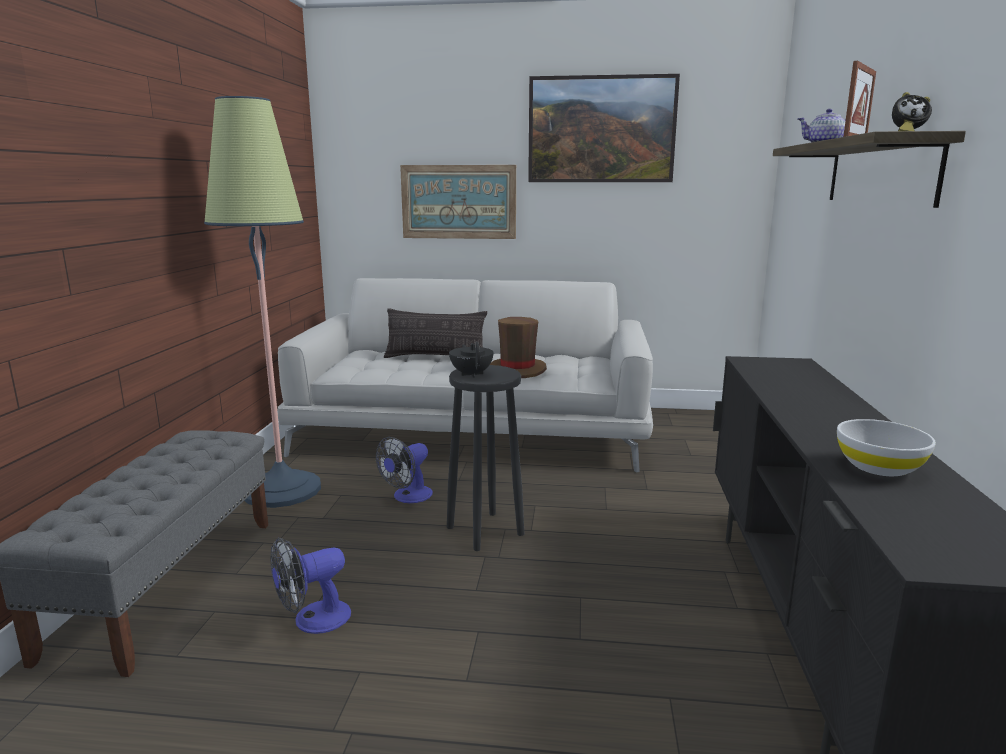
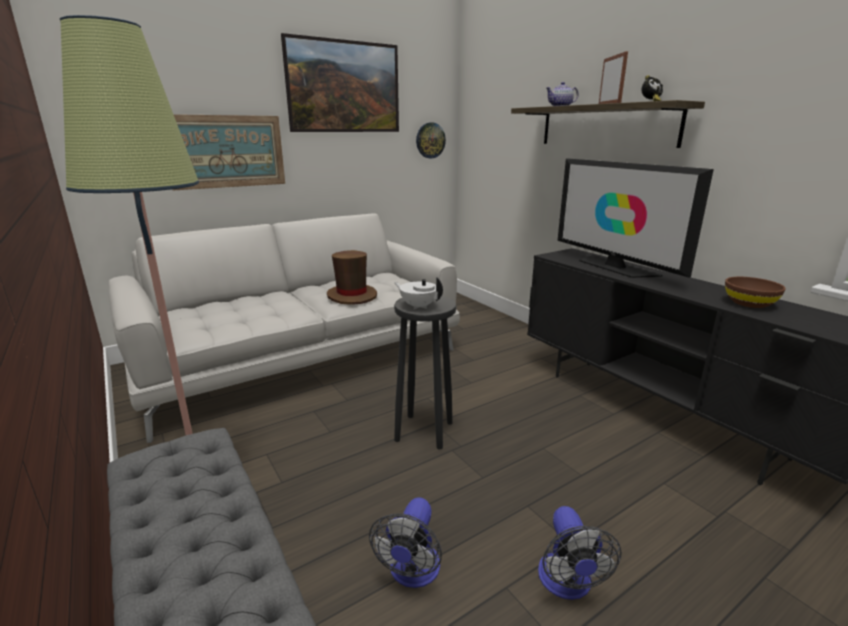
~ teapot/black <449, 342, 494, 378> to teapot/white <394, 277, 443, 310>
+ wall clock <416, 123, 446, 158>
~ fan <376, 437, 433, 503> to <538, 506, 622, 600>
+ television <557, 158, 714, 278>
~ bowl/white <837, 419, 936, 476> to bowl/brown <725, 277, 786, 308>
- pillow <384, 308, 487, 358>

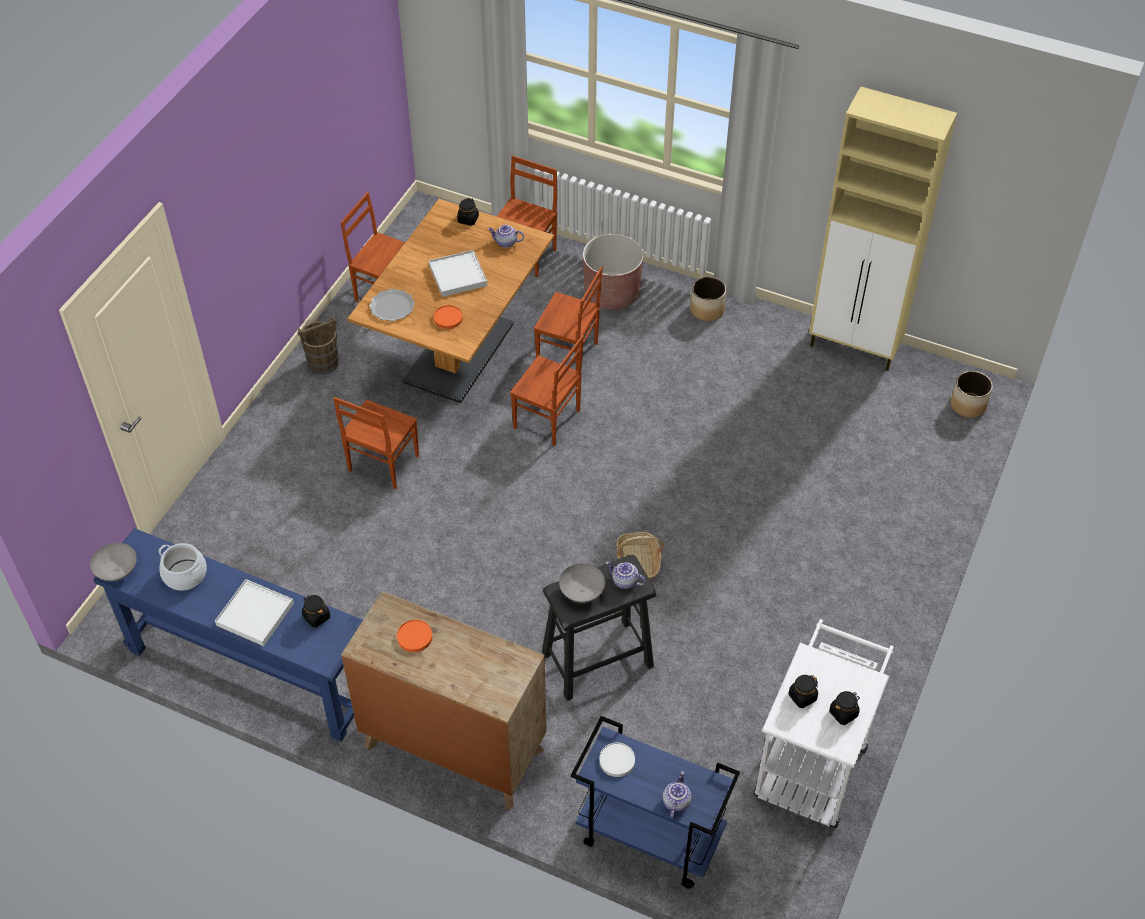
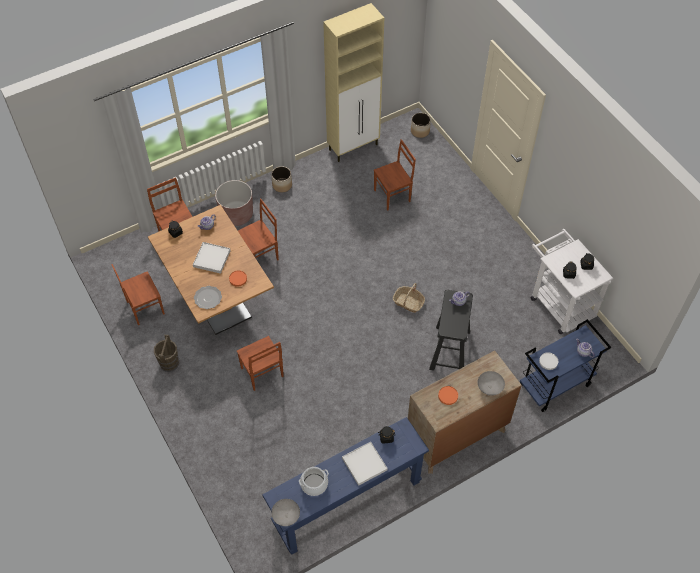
~ chair/brown <510, 335, 584, 446> to <374, 139, 416, 211>
~ bowl/grey <559, 563, 605, 603> to <478, 371, 505, 396>

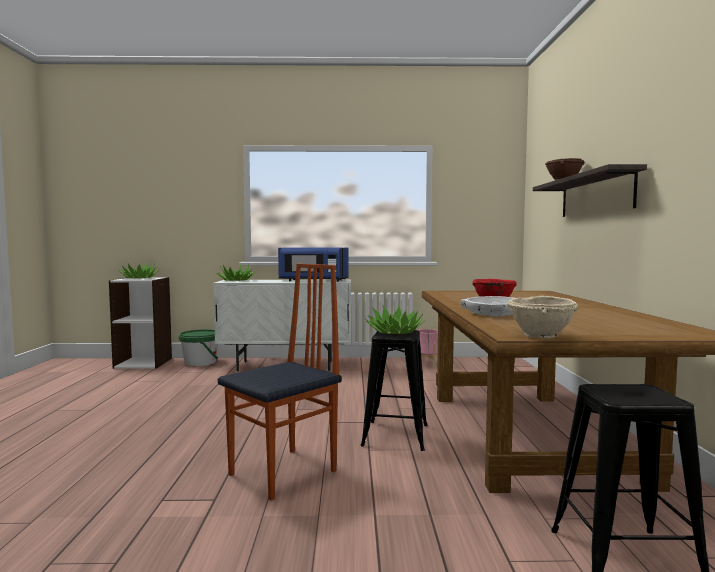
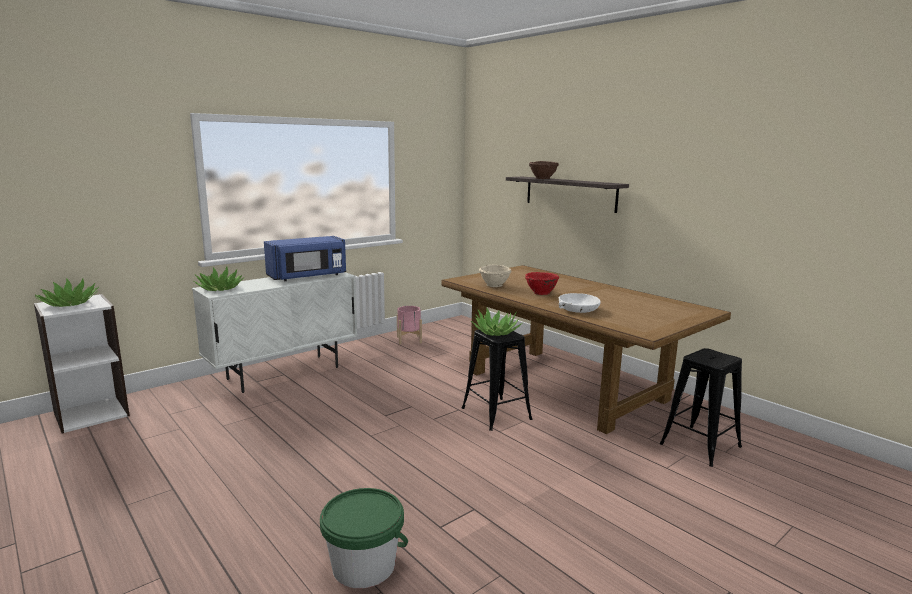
~ bucket/green <179, 329, 218, 367> to <320, 488, 408, 589>
~ bowl/beige <507, 296, 578, 339> to <479, 265, 511, 287>
- chair <218, 263, 342, 501>

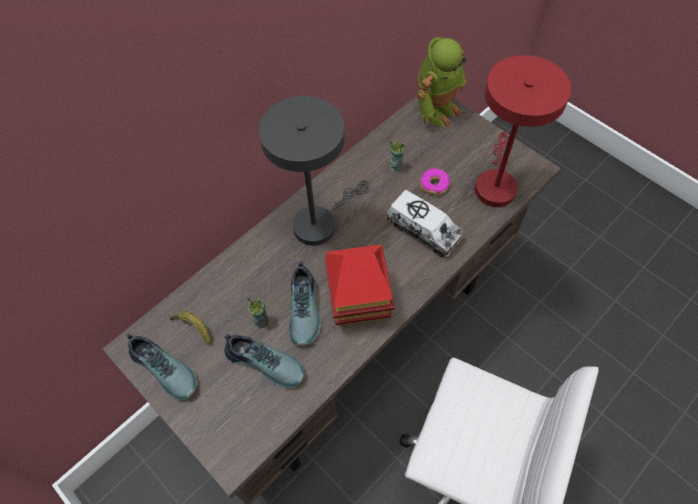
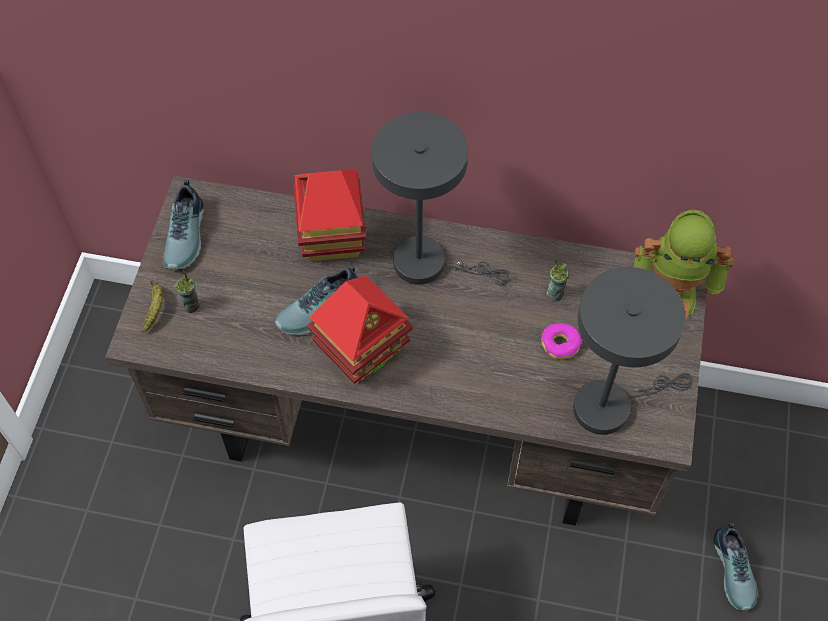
~ banana <170, 311, 210, 344> to <142, 281, 163, 332>
~ cup <247, 297, 269, 328> to <174, 270, 200, 313>
+ toy house <293, 170, 366, 262>
~ table lamp/red <475, 55, 571, 207> to table lamp/grey <573, 267, 694, 435>
~ shoe <224, 334, 304, 388> to <713, 523, 757, 610>
- toy truck <386, 190, 464, 257>

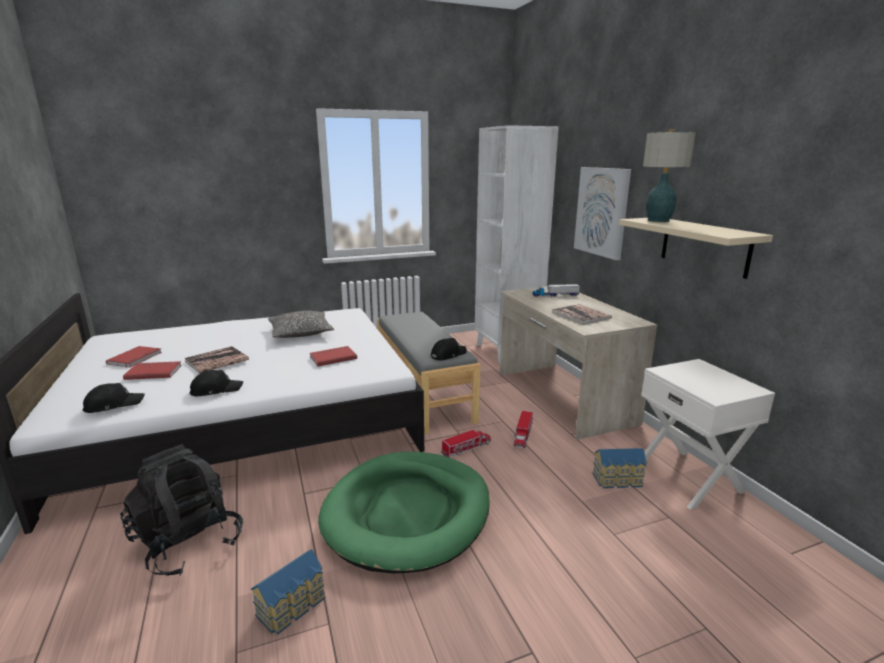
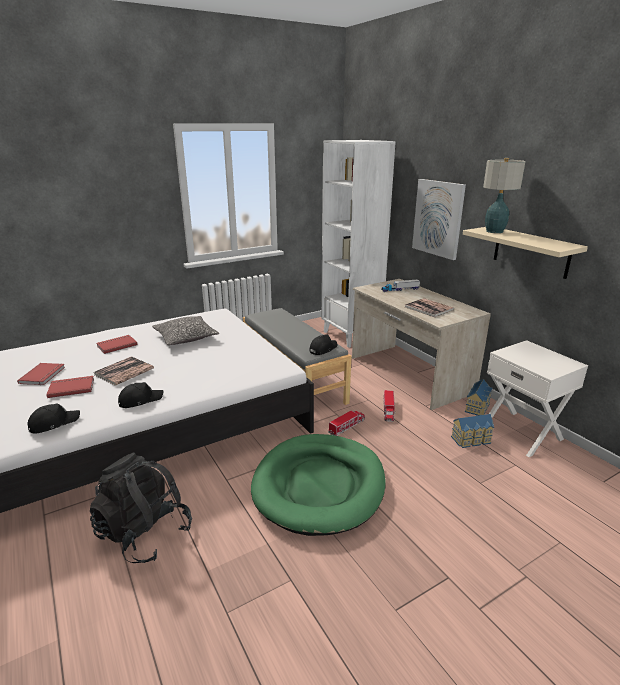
~ book/red <310, 346, 357, 366> to <97, 335, 138, 354>
~ toy house <251, 549, 325, 634> to <465, 379, 493, 416>

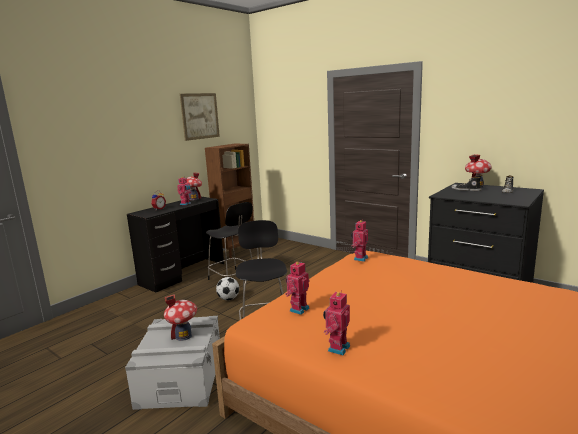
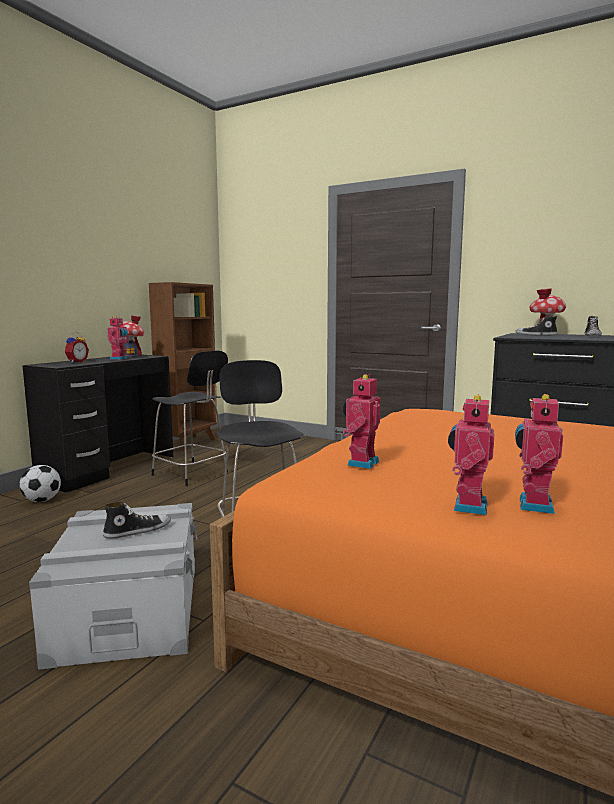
~ football <216, 277, 239, 300> to <19, 465, 61, 502>
~ toy house <164, 294, 197, 341> to shoe <103, 502, 171, 539>
~ toy robot <351, 220, 368, 262> to <515, 394, 563, 514>
- picture <180, 93, 220, 141>

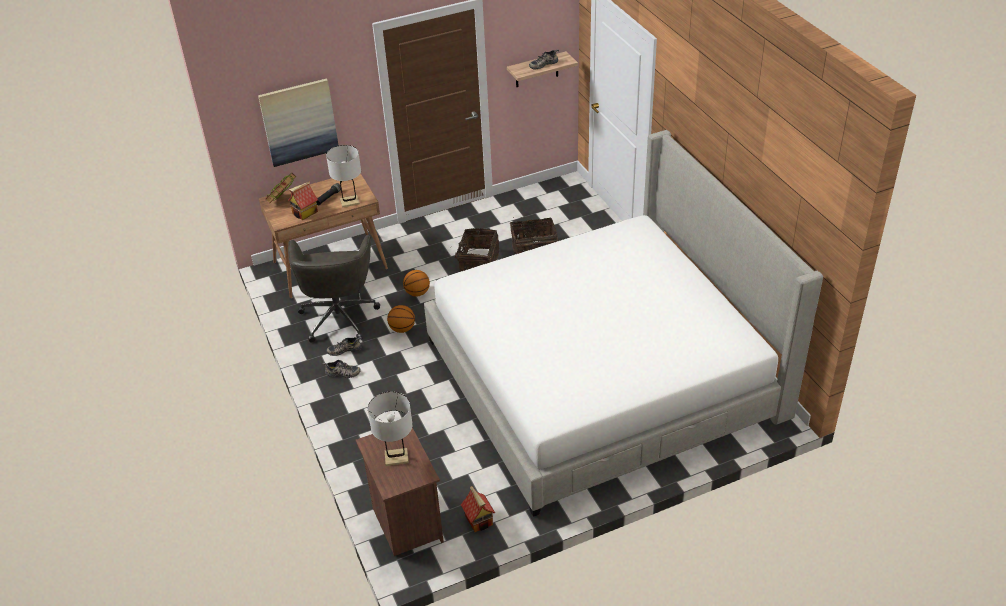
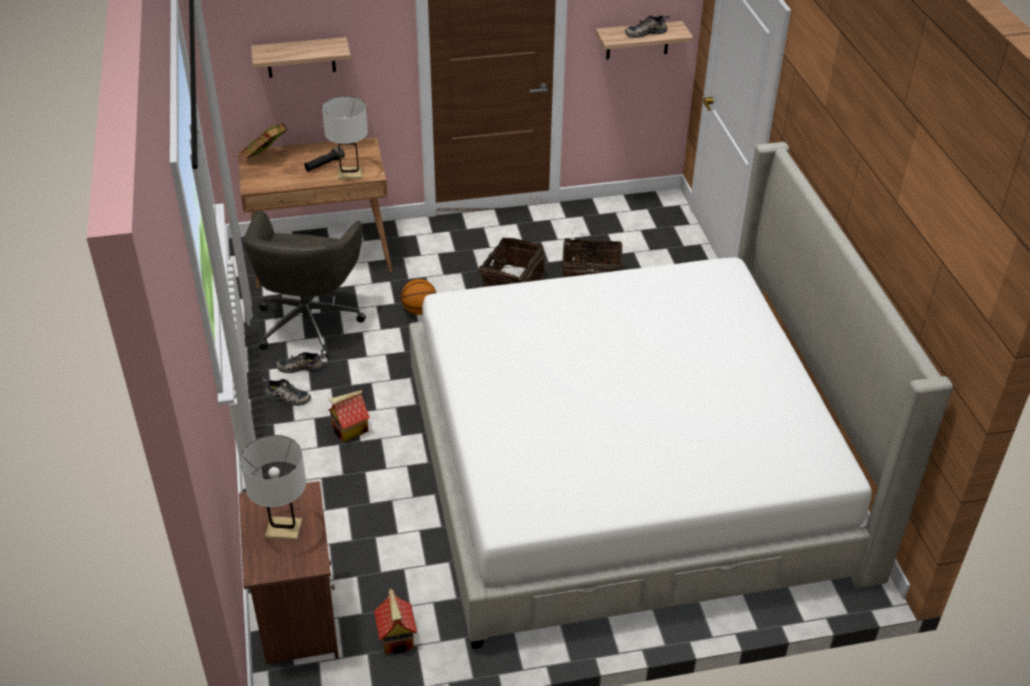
~ picture <258, 79, 339, 167> to shelf <251, 37, 351, 78>
~ toy house <288, 181, 318, 220> to <328, 390, 370, 442>
- basketball <387, 305, 415, 333>

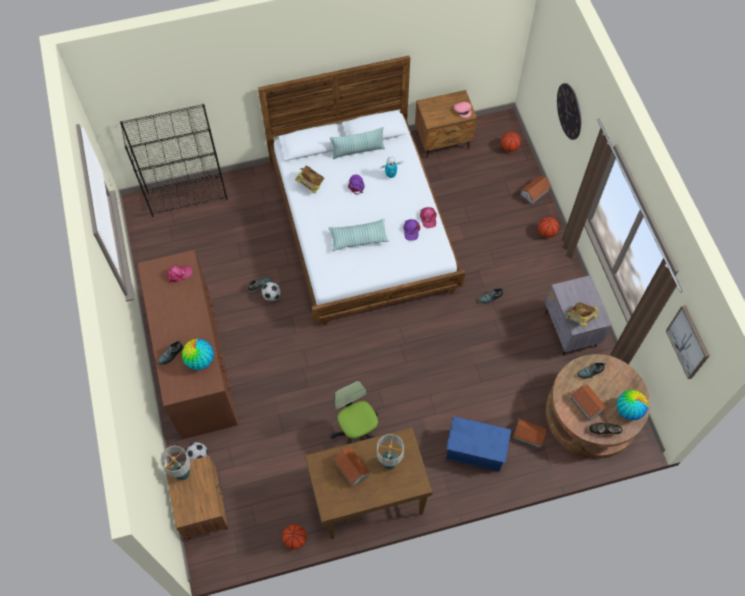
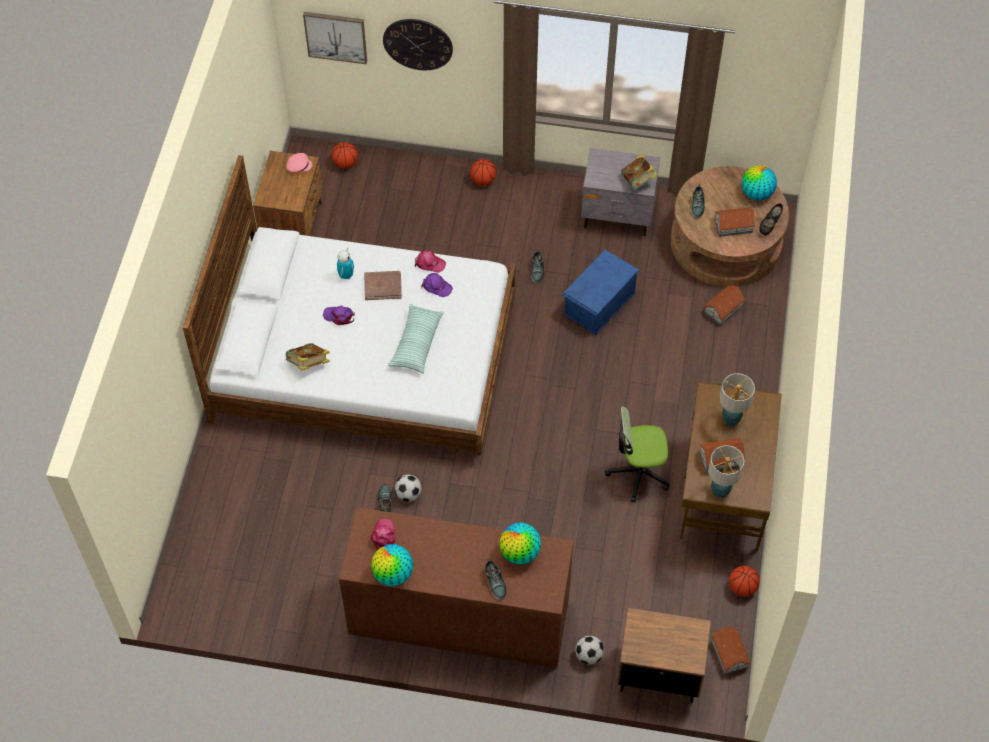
~ picture <666, 305, 710, 379> to <303, 12, 367, 64>
+ book/brown <364, 271, 402, 300>
+ globe <371, 544, 413, 586>
~ storage box/blue <446, 416, 511, 472> to <562, 250, 639, 335>
~ table lamp <160, 446, 191, 480> to <708, 445, 745, 498>
~ toy house <520, 176, 550, 205> to <711, 626, 751, 675>
- bookcase/black <120, 104, 228, 217>
- pillow <330, 127, 385, 159>

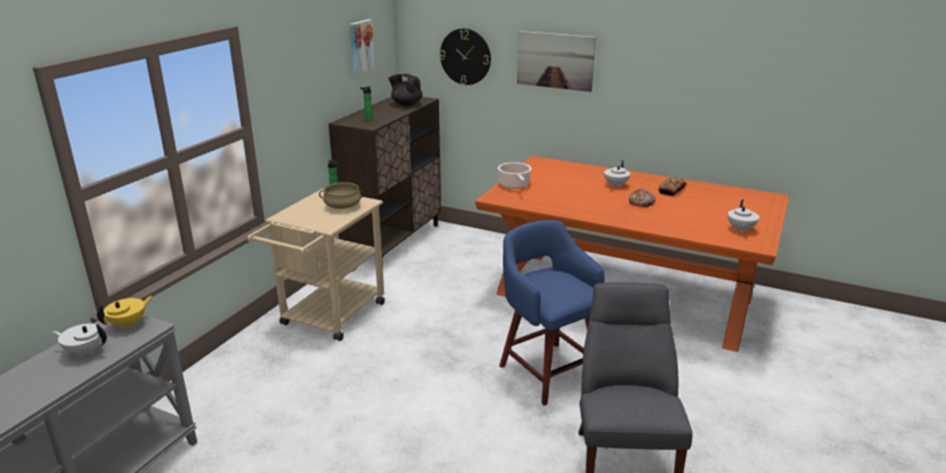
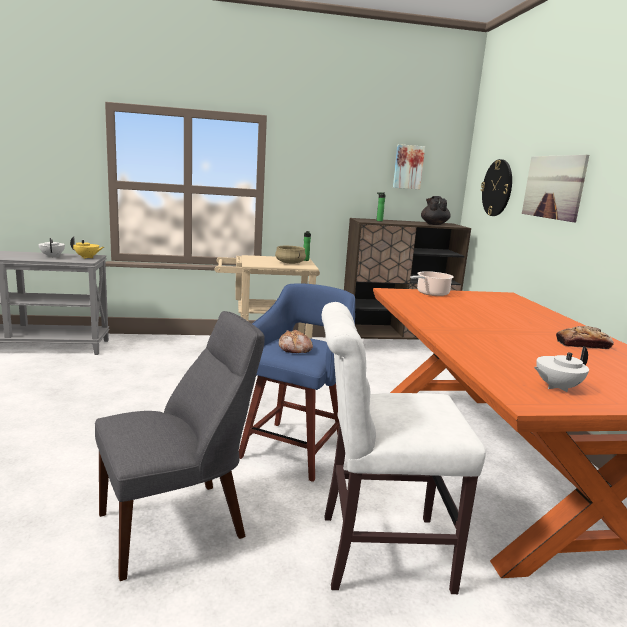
~ bread <629, 189, 656, 207> to <279, 330, 313, 353>
+ chair/white <322, 302, 486, 594>
- teapot/white <604, 160, 630, 188>

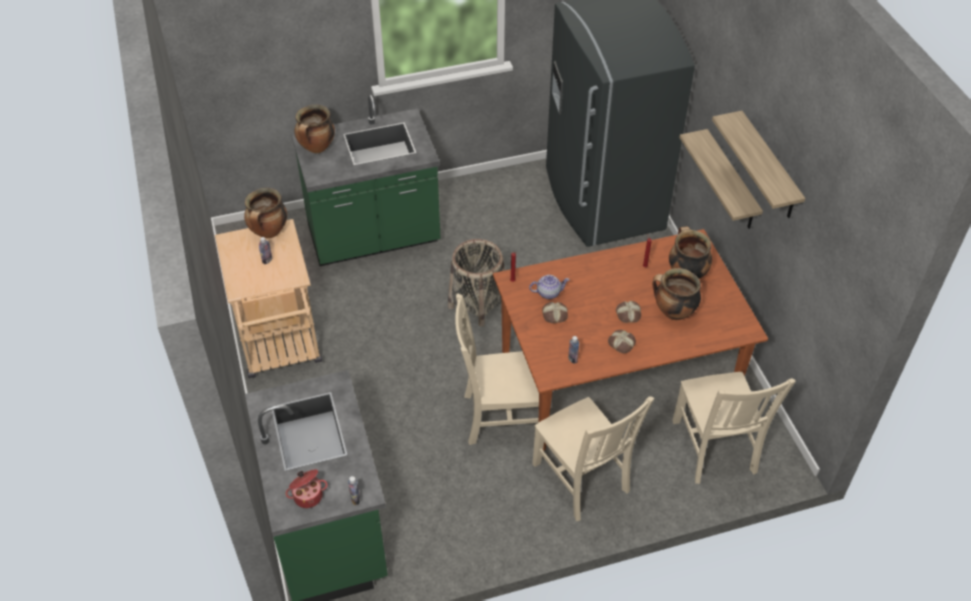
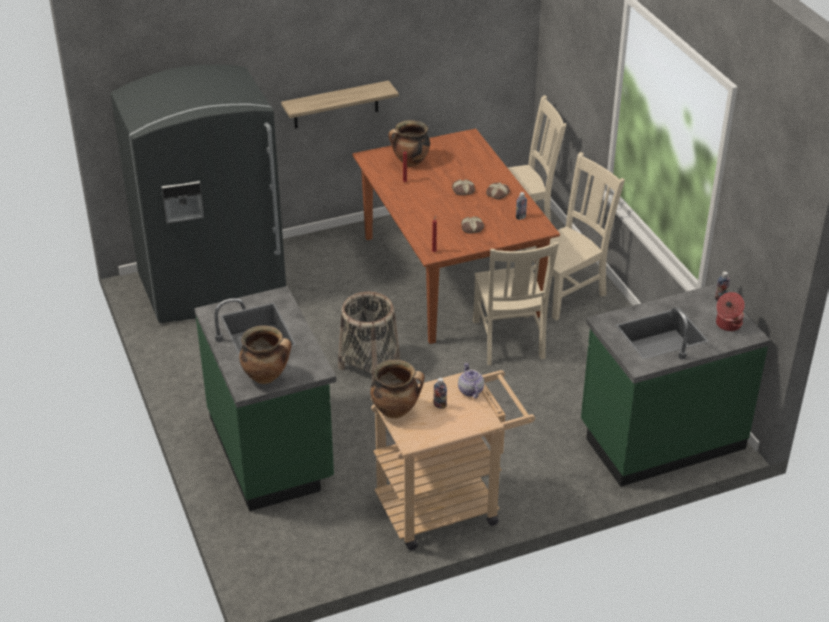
~ teapot <529, 275, 569, 299> to <458, 363, 484, 399>
- cooking pot <652, 268, 701, 320>
- shelf <712, 111, 805, 218>

